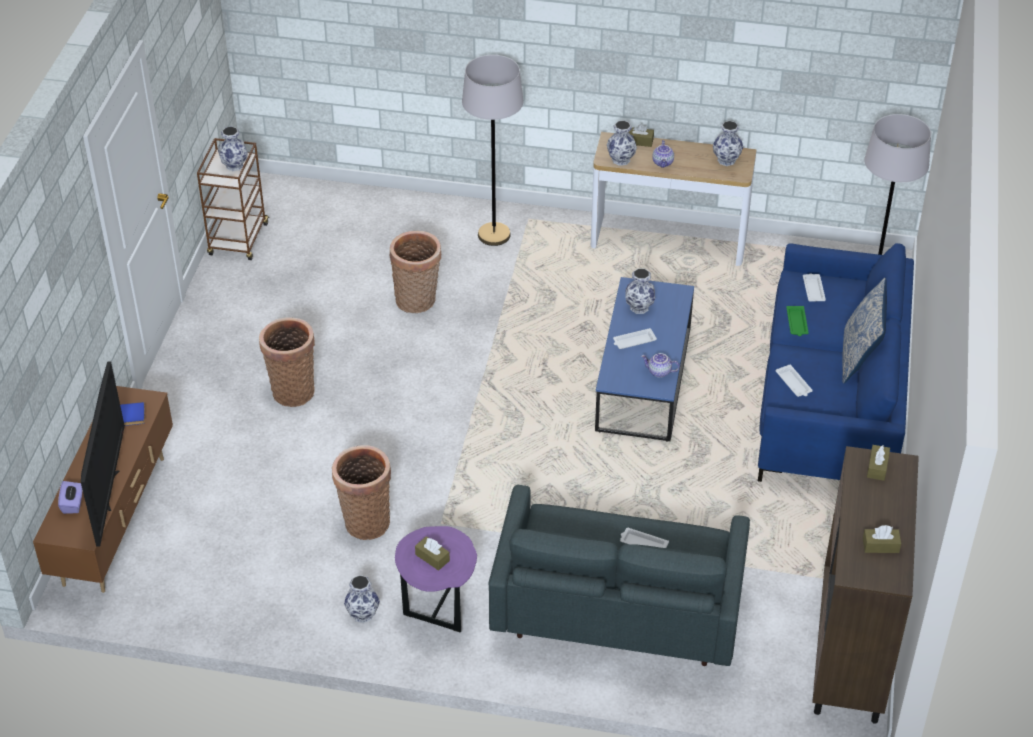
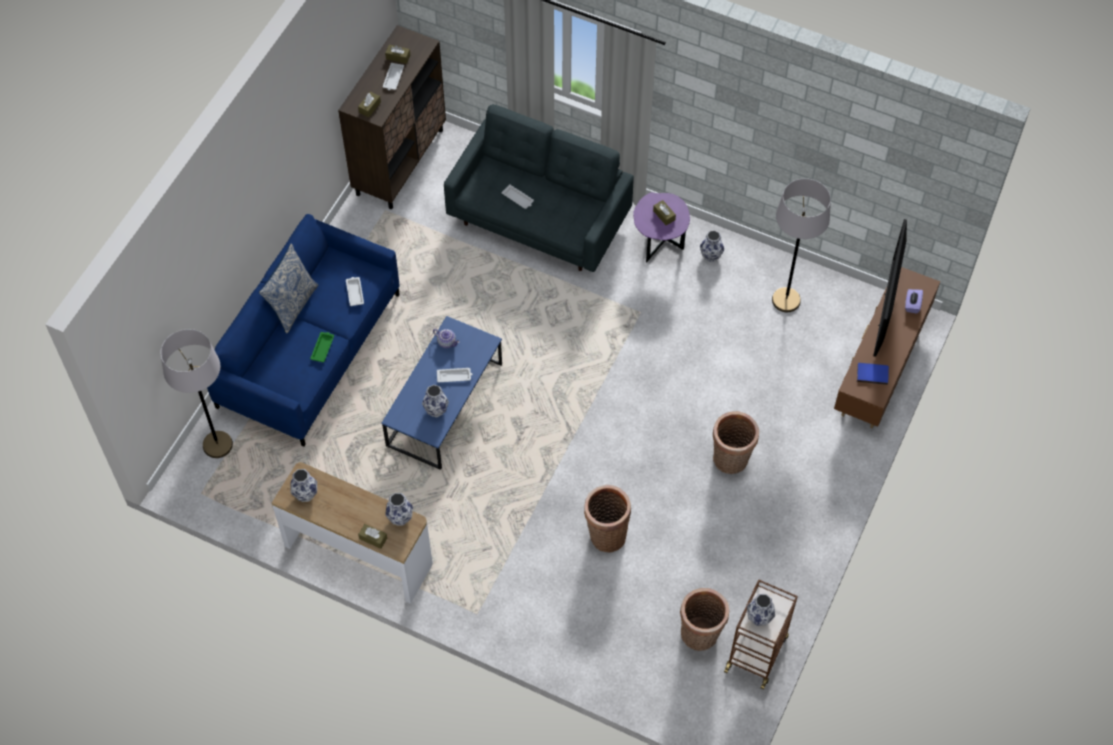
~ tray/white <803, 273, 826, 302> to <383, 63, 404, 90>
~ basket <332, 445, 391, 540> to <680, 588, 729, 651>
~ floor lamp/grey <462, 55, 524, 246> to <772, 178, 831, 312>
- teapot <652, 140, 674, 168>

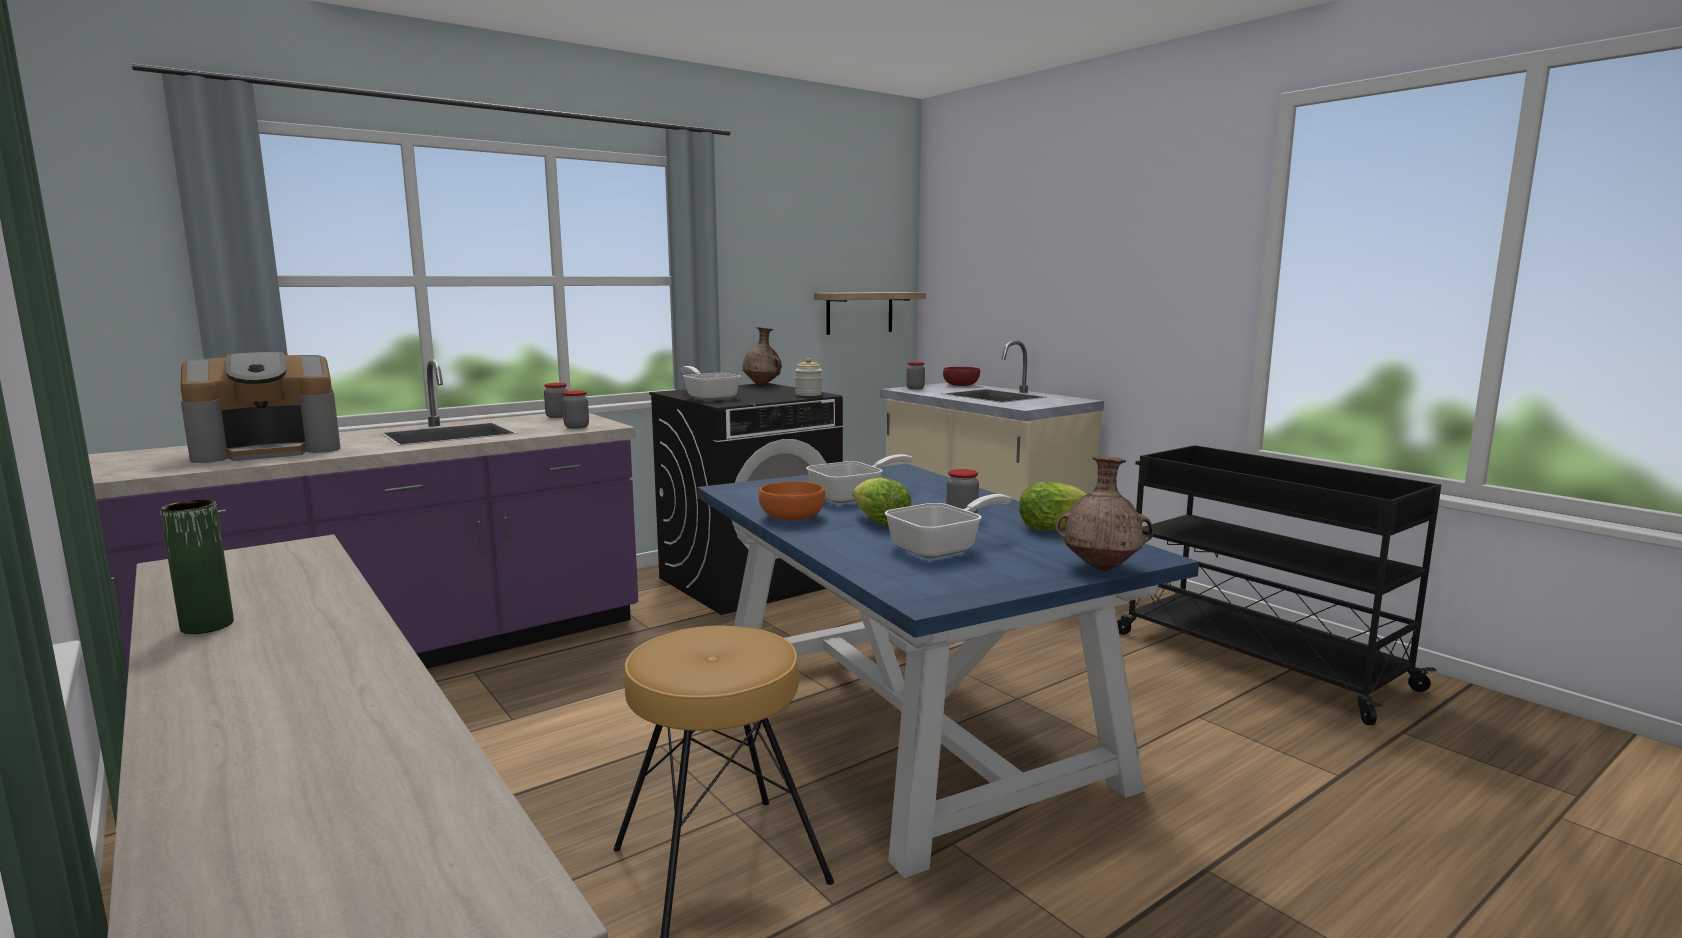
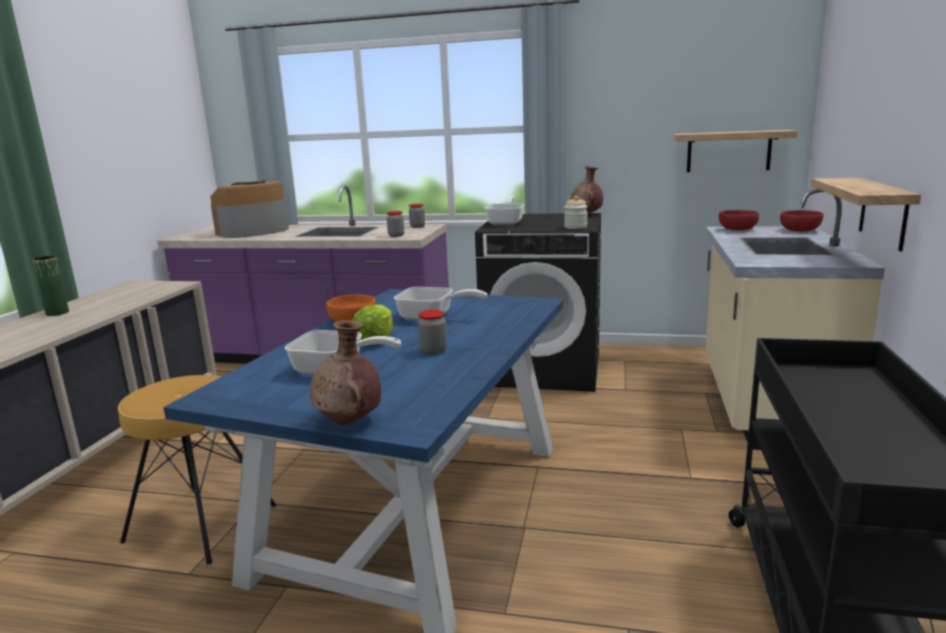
~ coffee machine <180, 352, 341, 463> = <210, 180, 289, 238> 120 degrees clockwise
~ jar <906, 362, 925, 390> to bowl/red <719, 210, 759, 230>
+ shelf <811, 178, 921, 251>
- lettuce <1019, 482, 1087, 531>

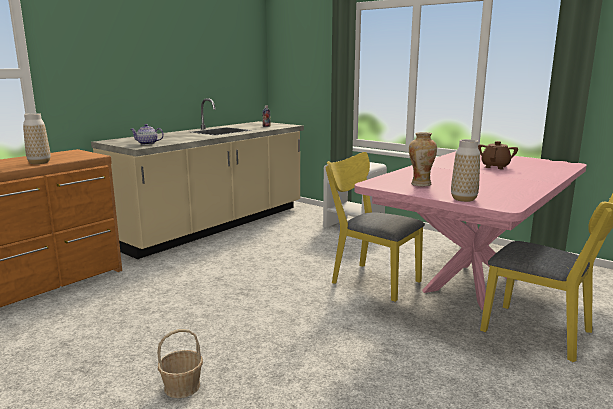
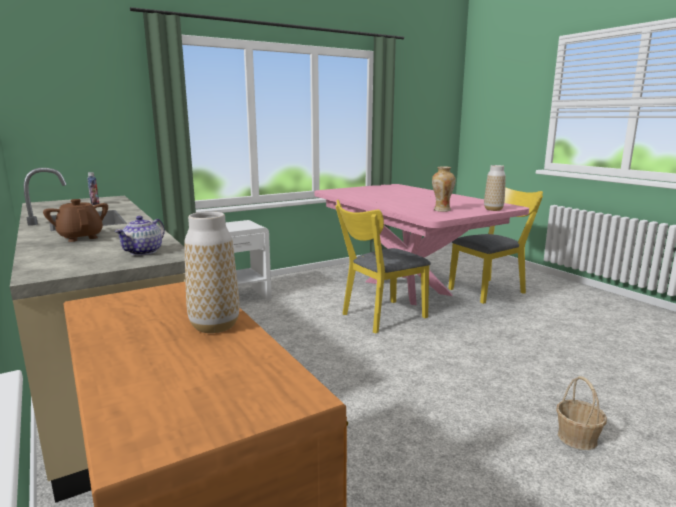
~ teapot/brown <478, 141, 518, 169> to <43, 199, 108, 242>

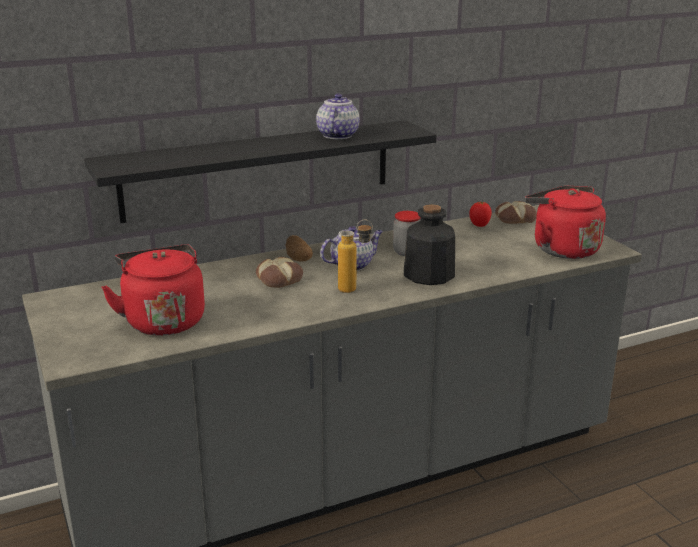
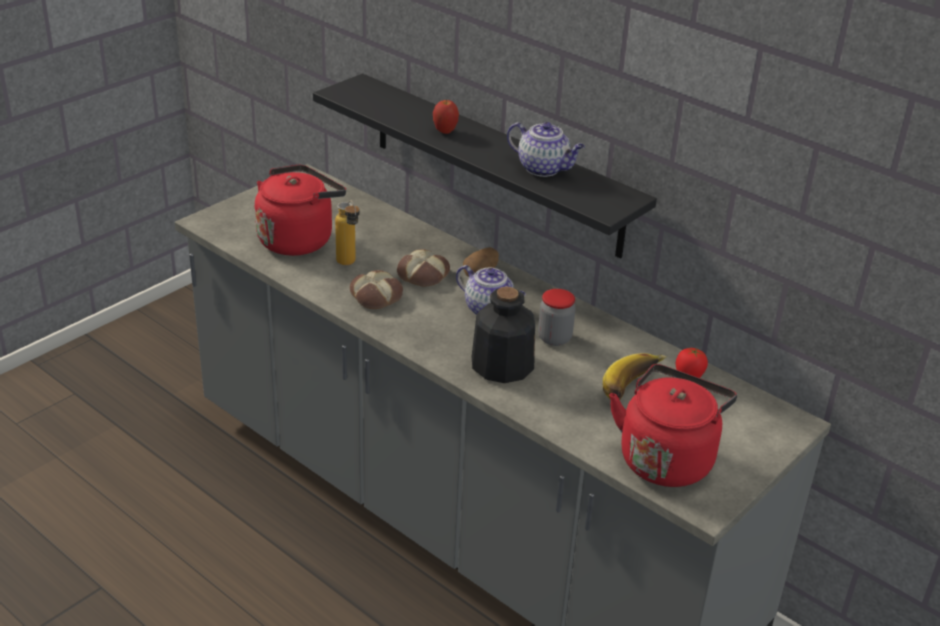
~ bottle <338, 220, 373, 293> to <335, 200, 360, 265>
~ bread <495, 201, 537, 224> to <350, 270, 403, 309>
+ apple <433, 99, 459, 134>
~ teapot <316, 93, 360, 139> = <507, 122, 585, 177> 45 degrees clockwise
+ banana <603, 353, 667, 400>

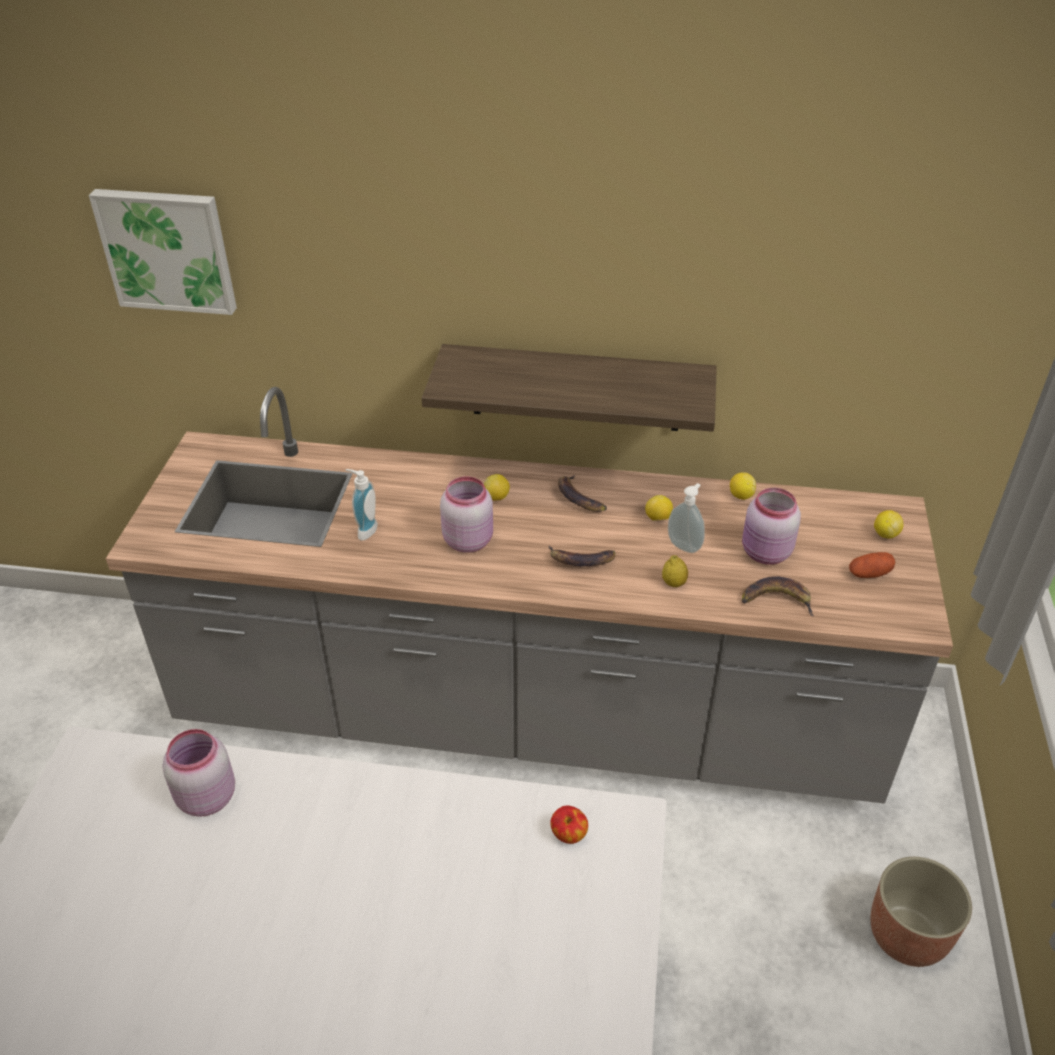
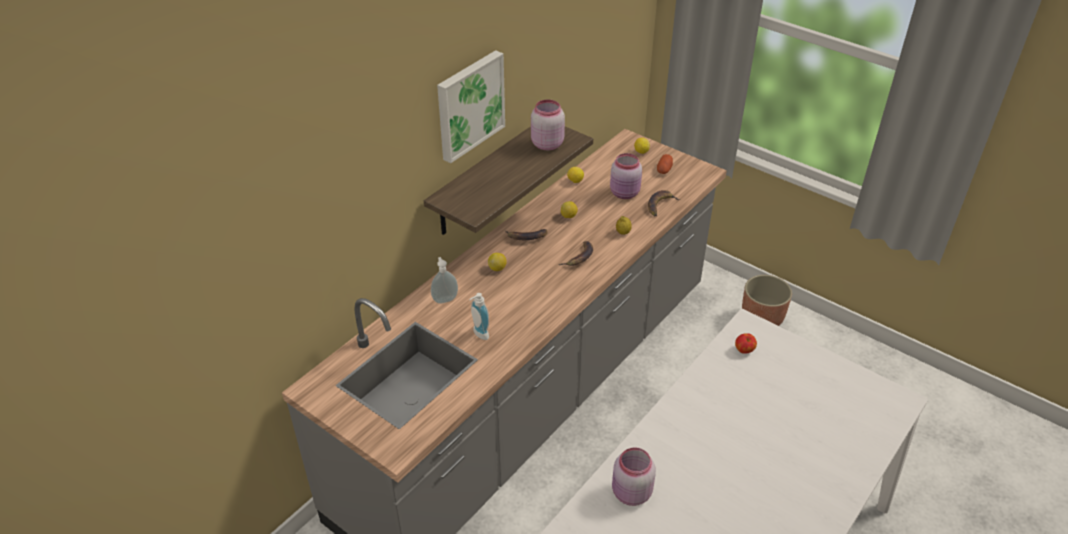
~ soap dispenser <668, 483, 705, 553> to <431, 257, 458, 304>
~ picture <89, 189, 237, 315> to <437, 50, 505, 163>
~ jar/pink <440, 476, 493, 553> to <531, 100, 565, 150>

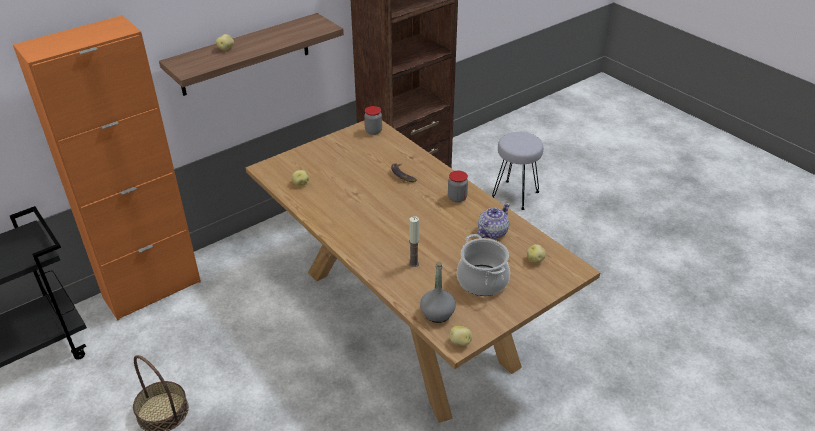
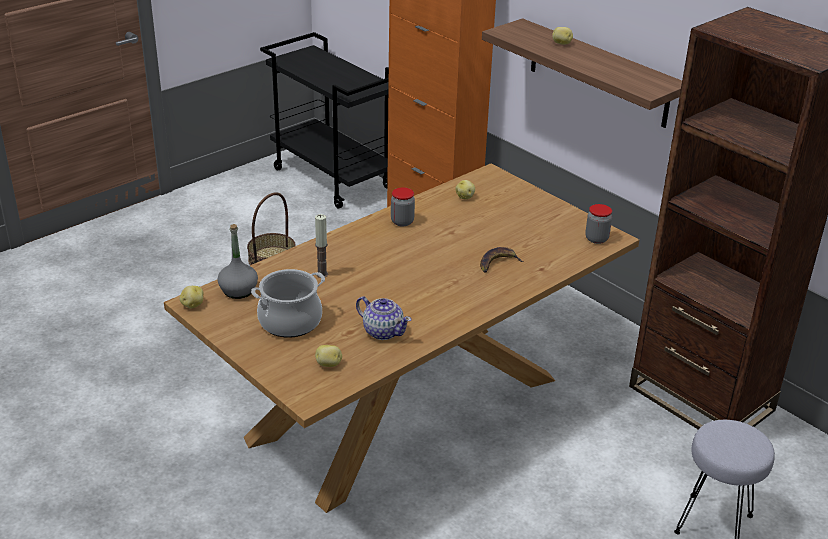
~ jar <448, 171, 468, 203> to <391, 187, 415, 227>

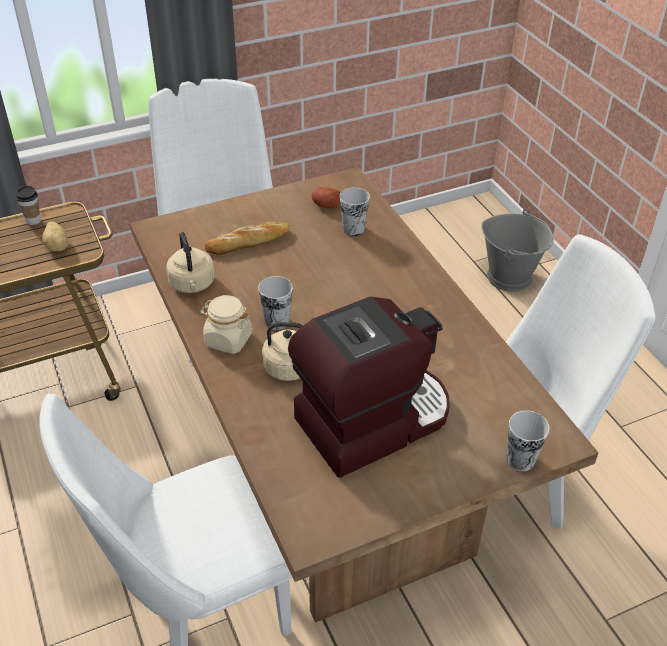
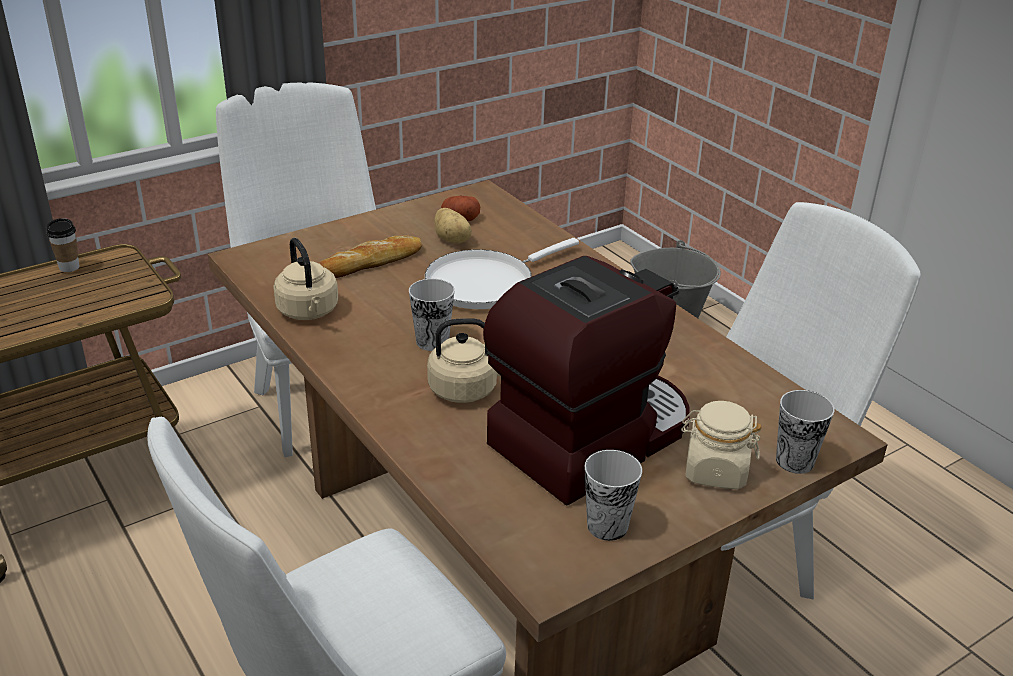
+ frying pan/white <425, 238, 579, 309>
~ potato <42, 221, 68, 251> to <434, 208, 472, 243>
~ cup <339, 187, 370, 236> to <584, 450, 642, 541>
~ jar/beige <200, 295, 252, 354> to <681, 401, 762, 489>

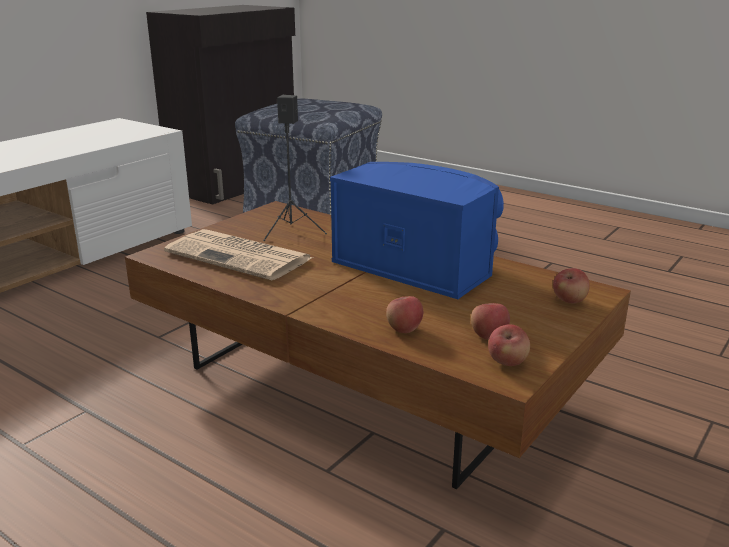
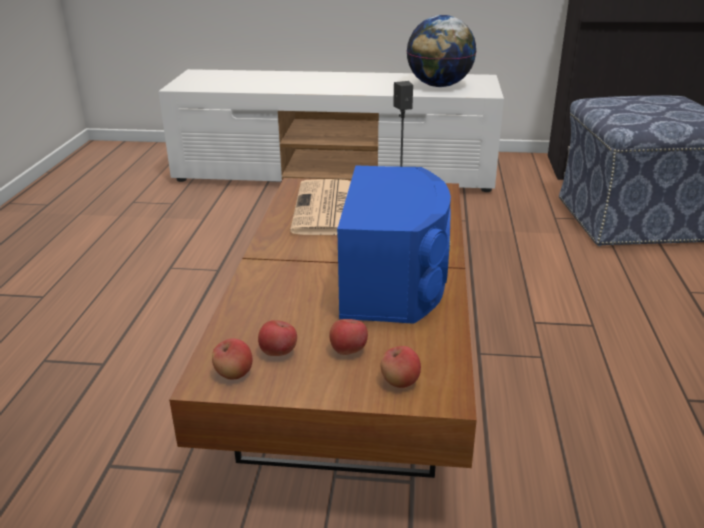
~ apple <386, 296, 423, 333> to <329, 319, 368, 355>
+ globe <406, 15, 476, 87>

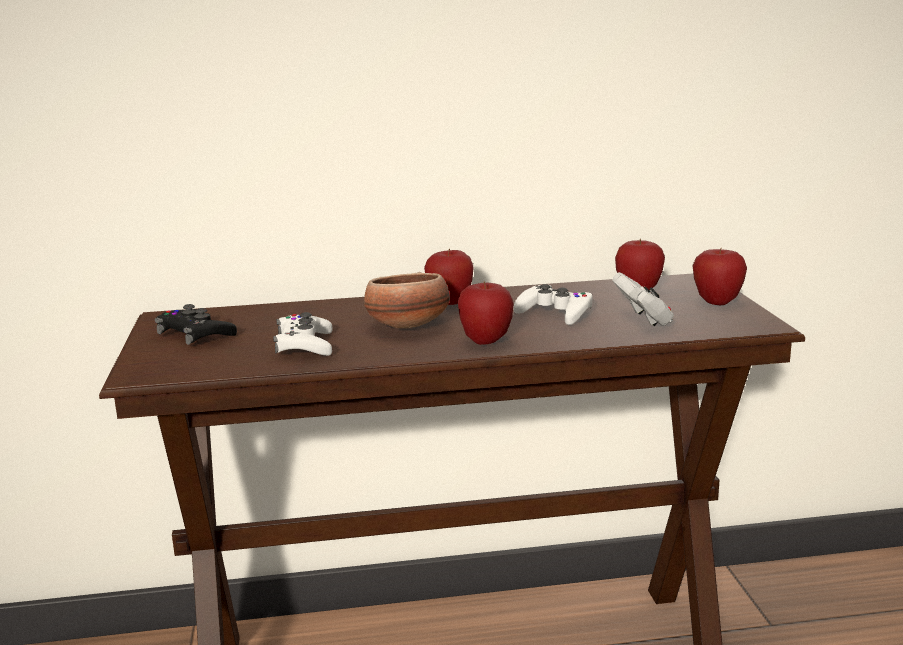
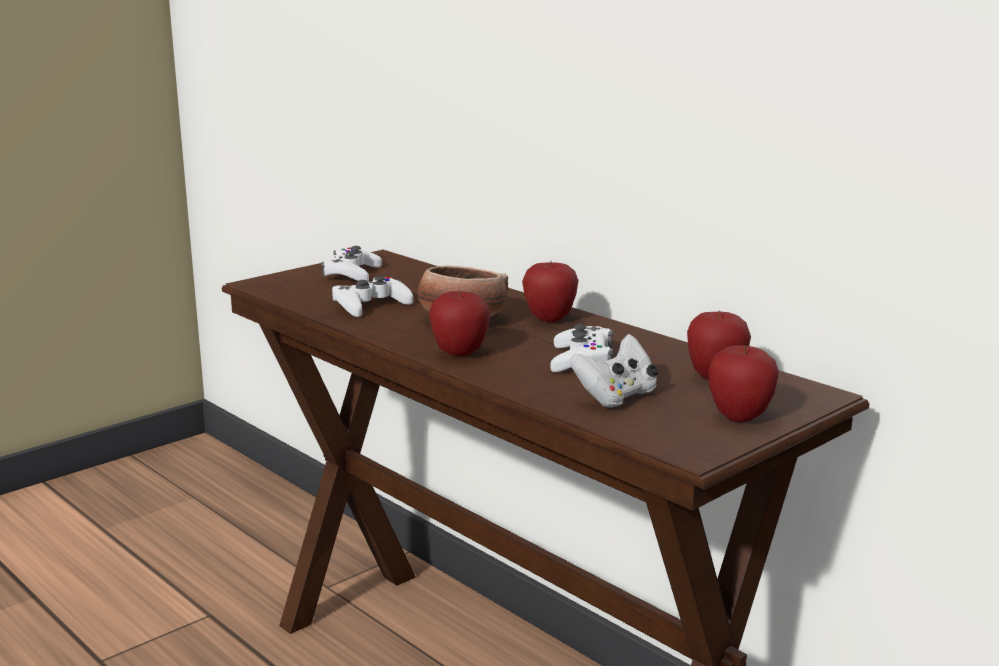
~ game controller/black <155, 304, 237, 345> to game controller/white <321, 246, 382, 281>

